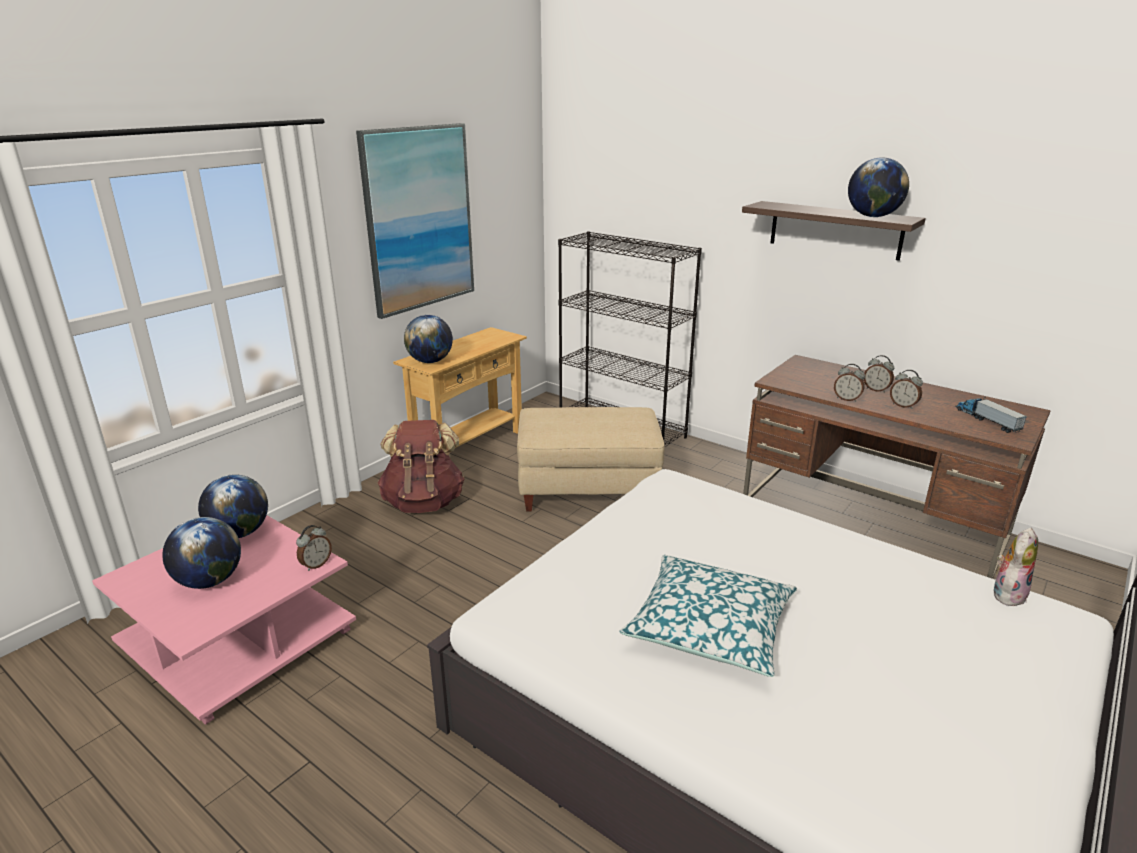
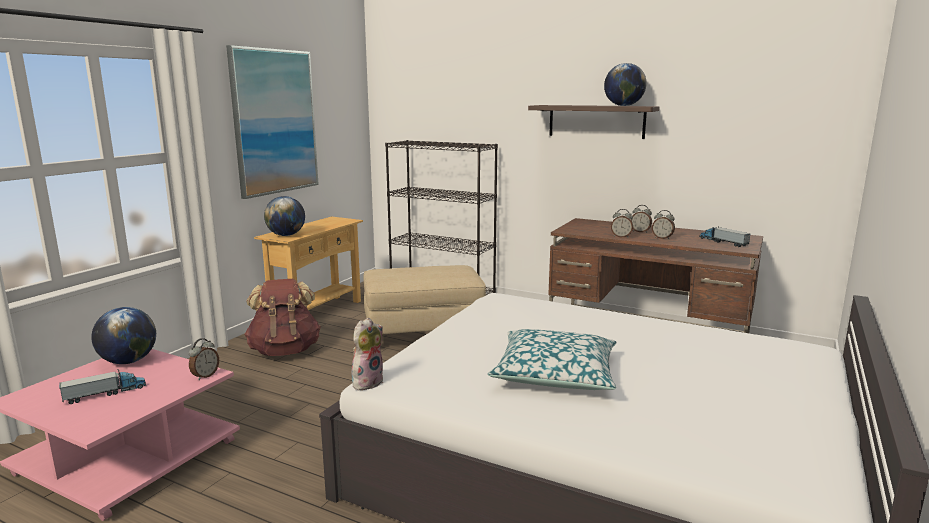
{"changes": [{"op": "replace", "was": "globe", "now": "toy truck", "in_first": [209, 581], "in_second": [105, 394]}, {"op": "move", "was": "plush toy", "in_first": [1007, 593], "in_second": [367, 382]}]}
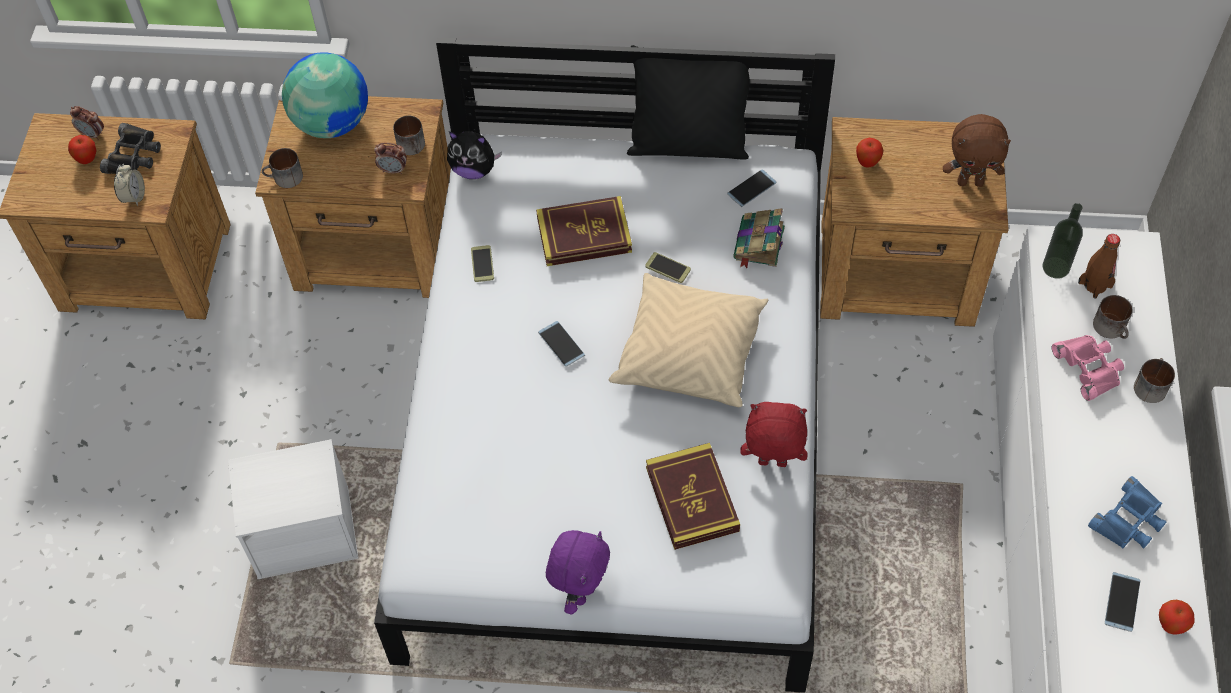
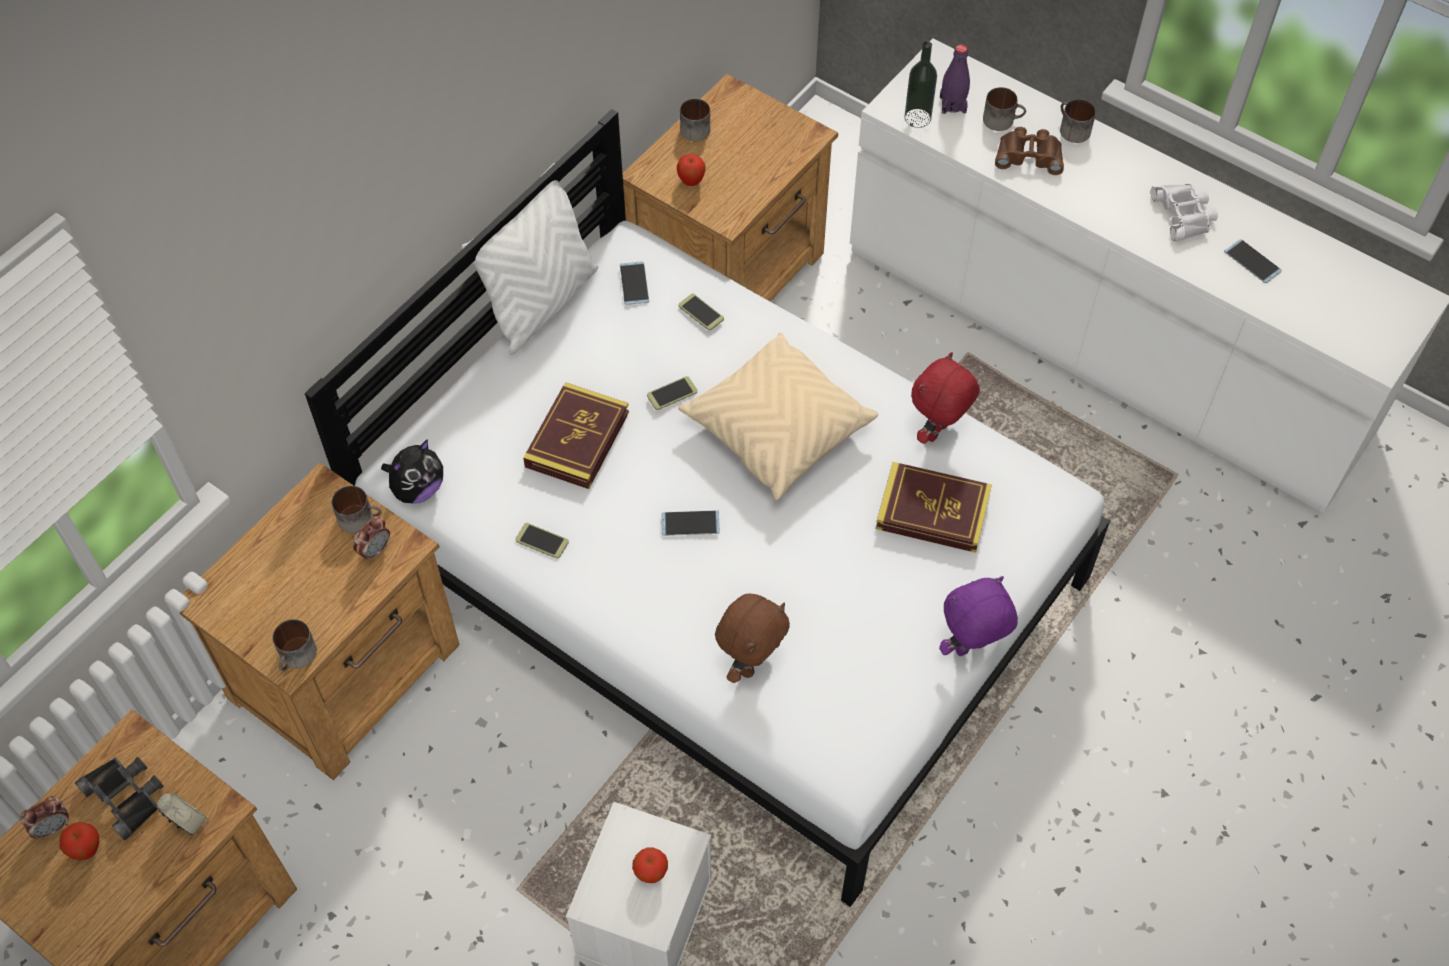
{"changes": [{"op": "recolor", "was": "pillow in black", "now": "pillow in white", "in_first": [688, 145], "in_second": [541, 303]}, {"op": "move", "was": "apple", "in_first": [1170, 625], "in_second": [651, 873]}, {"op": "replace", "was": "book", "now": "phone", "in_first": [758, 244], "in_second": [701, 312]}, {"op": "insert", "now": "mug", "in_second": [695, 127]}, {"op": "move", "was": "plush toy in brown", "in_first": [970, 182], "in_second": [751, 663]}, {"op": "rotate", "was": "plush toy in purple", "in_first": [580, 591], "in_second": [970, 649], "clockwise": -75}, {"op": "recolor", "was": "bottle in brown", "now": "bottle in purple", "in_first": [1095, 284], "in_second": [952, 104]}, {"op": "recolor", "was": "binoculars in pink", "now": "binoculars in brown", "in_first": [1089, 368], "in_second": [1029, 155]}, {"op": "recolor", "was": "binoculars in blue", "now": "binoculars in white", "in_first": [1129, 520], "in_second": [1184, 214]}, {"op": "delete", "was": "globe", "in_first": [332, 122]}]}
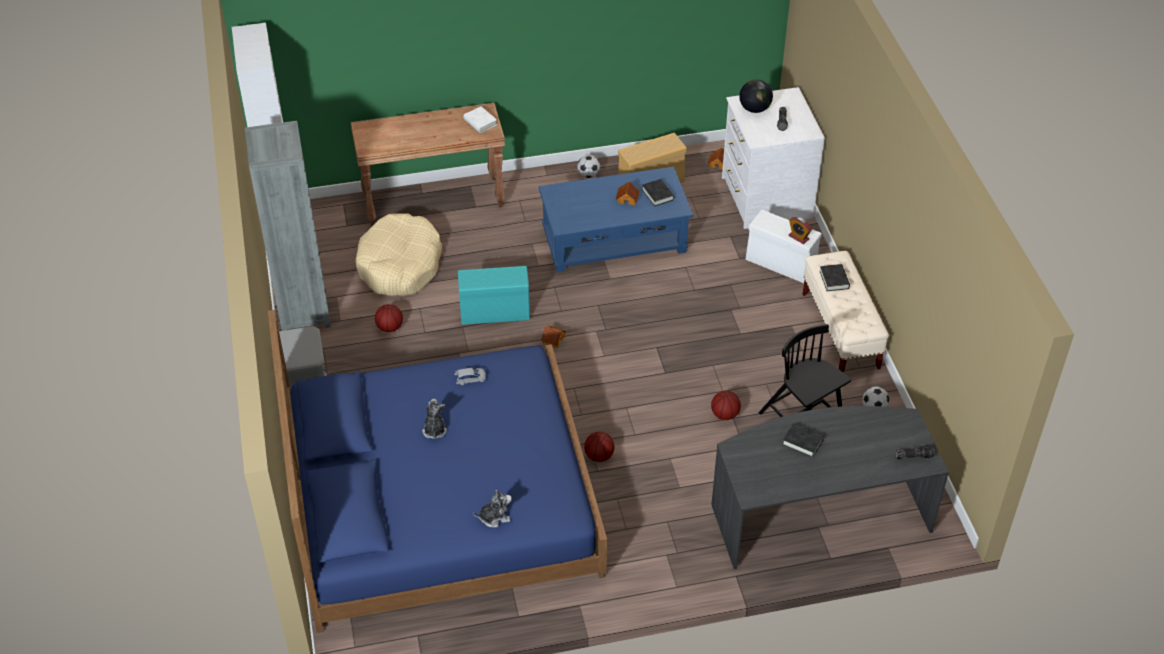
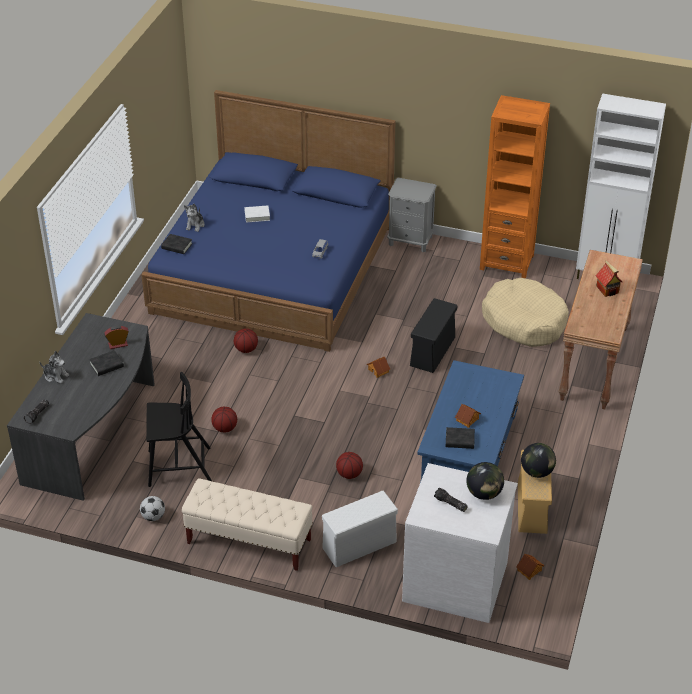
{"changes": [{"op": "move", "was": "plush toy", "in_first": [434, 430], "in_second": [55, 376]}, {"op": "move", "was": "alarm clock", "in_first": [798, 237], "in_second": [118, 344]}, {"op": "move", "was": "book in black", "in_first": [834, 280], "in_second": [177, 246]}, {"op": "move", "was": "book in white", "in_first": [480, 122], "in_second": [257, 216]}, {"op": "move", "was": "basketball", "in_first": [389, 327], "in_second": [349, 474]}, {"op": "recolor", "was": "storage box in turquoise", "now": "storage box in black", "in_first": [496, 312], "in_second": [432, 352]}, {"op": "recolor", "was": "bookcase in grey", "now": "bookcase in orange", "in_first": [303, 311], "in_second": [506, 262]}, {"op": "insert", "now": "globe", "in_second": [537, 472]}, {"op": "insert", "now": "toy house", "in_second": [608, 290]}, {"op": "delete", "was": "football", "in_first": [588, 175]}]}
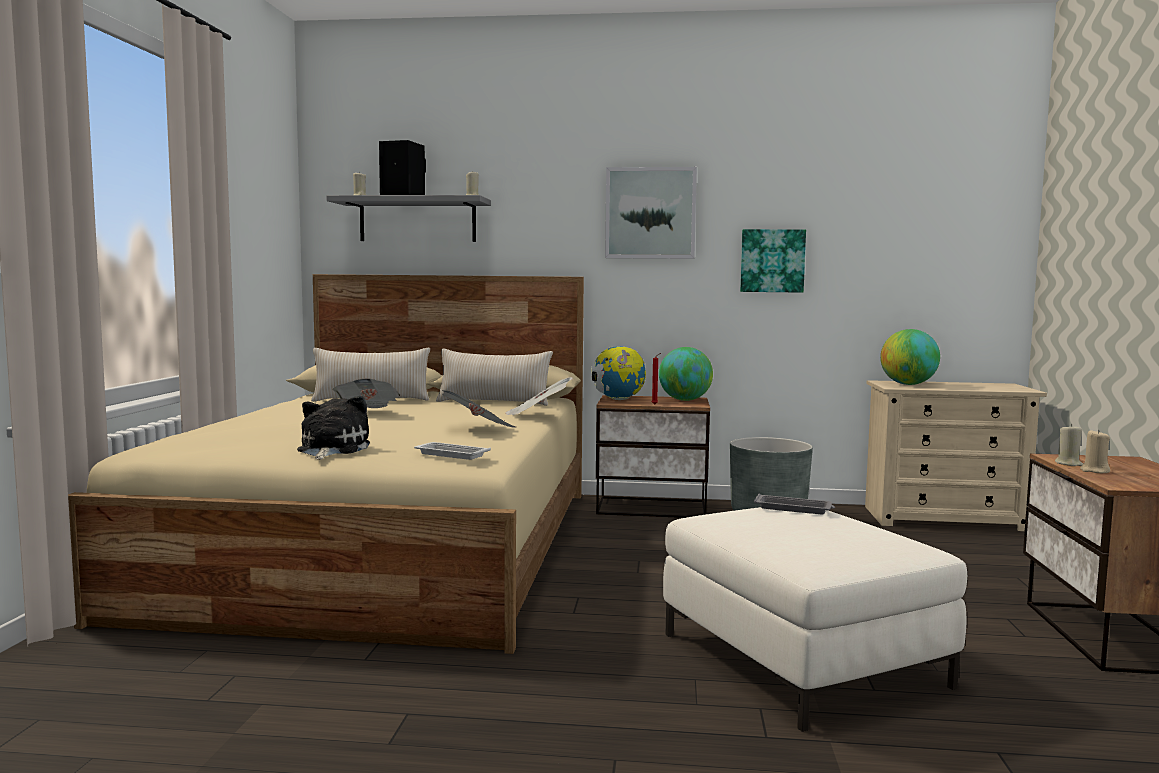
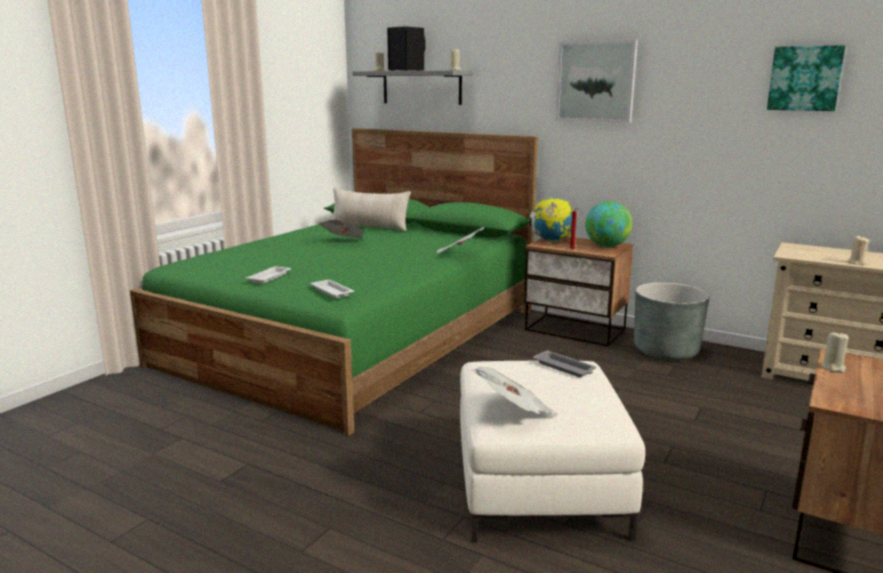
{"changes": [{"op": "recolor", "was": "bed in beige", "now": "bed in green", "in_first": [391, 546], "in_second": [357, 336]}, {"op": "replace", "was": "plush toy", "now": "tray in white", "in_first": [331, 449], "in_second": [270, 277]}, {"op": "move", "was": "newspaper", "in_first": [479, 429], "in_second": [514, 411]}, {"op": "move", "was": "picture", "in_first": [772, 261], "in_second": [805, 78]}, {"op": "move", "was": "candle in beige", "in_first": [1094, 471], "in_second": [856, 263]}, {"op": "delete", "was": "pillow in beige", "in_first": [493, 402]}, {"op": "delete", "was": "globe", "in_first": [908, 384]}]}
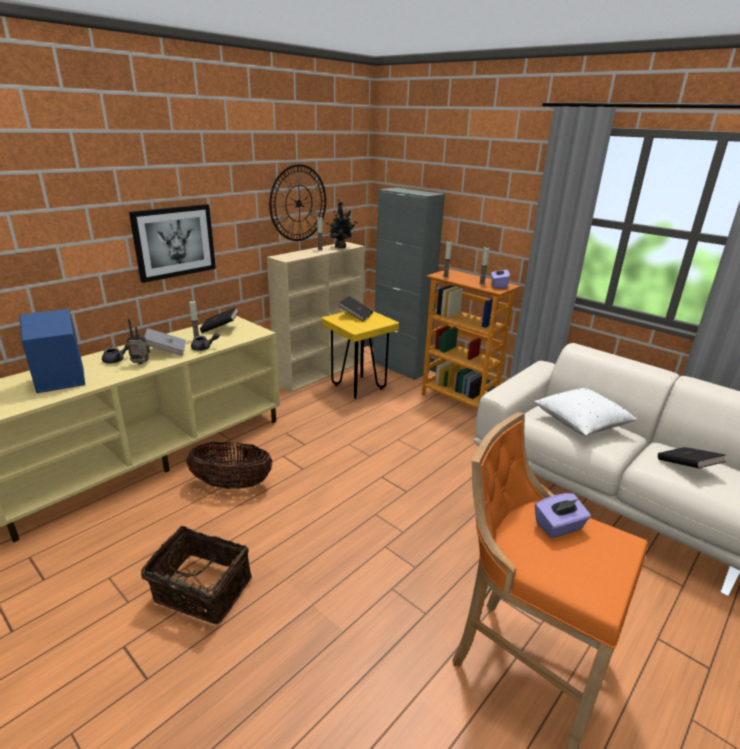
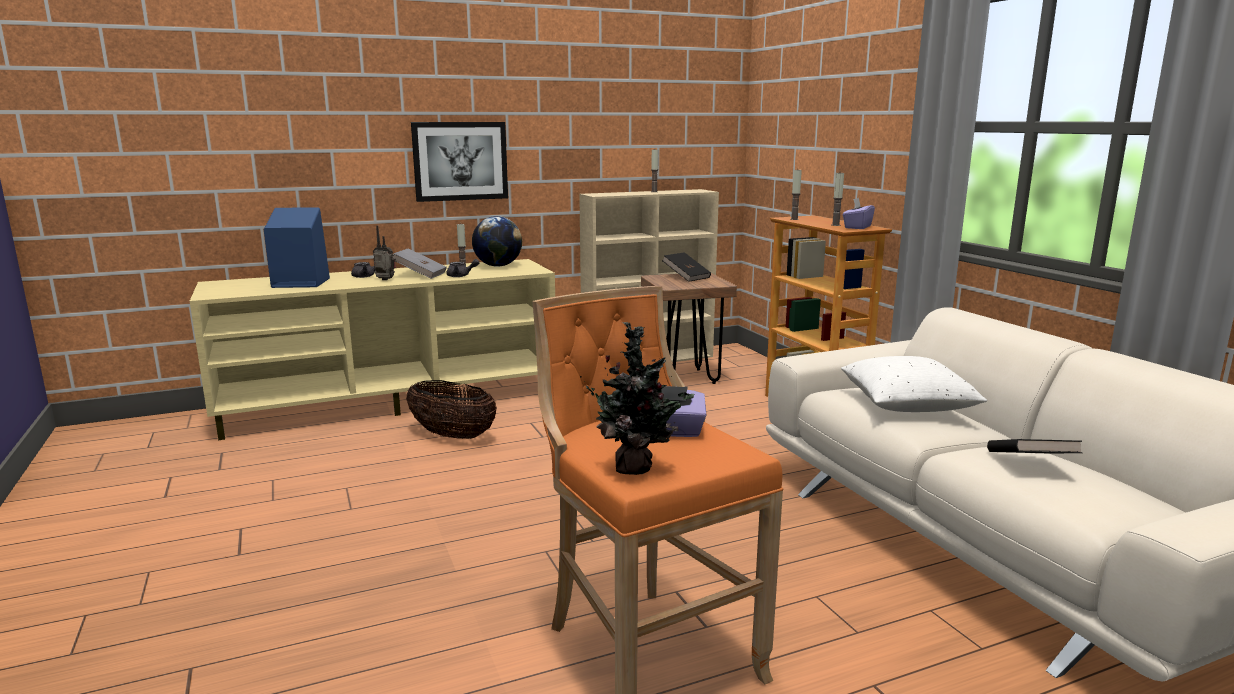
{"changes": [{"op": "replace", "was": "book in black", "now": "globe", "in_first": [220, 328], "in_second": [498, 266]}, {"op": "move", "was": "potted plant", "in_first": [341, 247], "in_second": [636, 468]}, {"op": "recolor", "was": "stool in yellow", "now": "stool in brown", "in_first": [358, 387], "in_second": [685, 378]}, {"op": "delete", "was": "basket", "in_first": [201, 592]}, {"op": "delete", "was": "wall clock", "in_first": [298, 203]}, {"op": "delete", "was": "cabinet in grey", "in_first": [400, 367]}]}
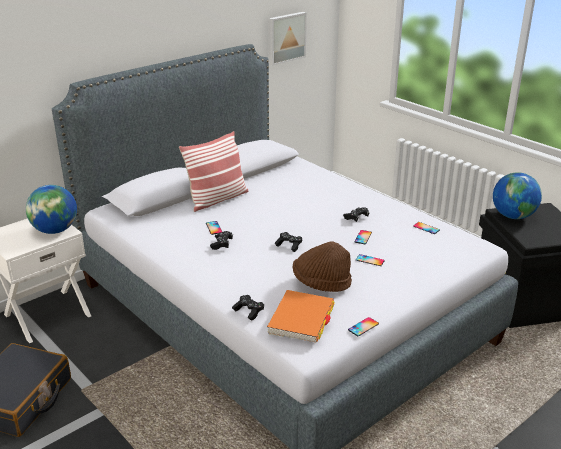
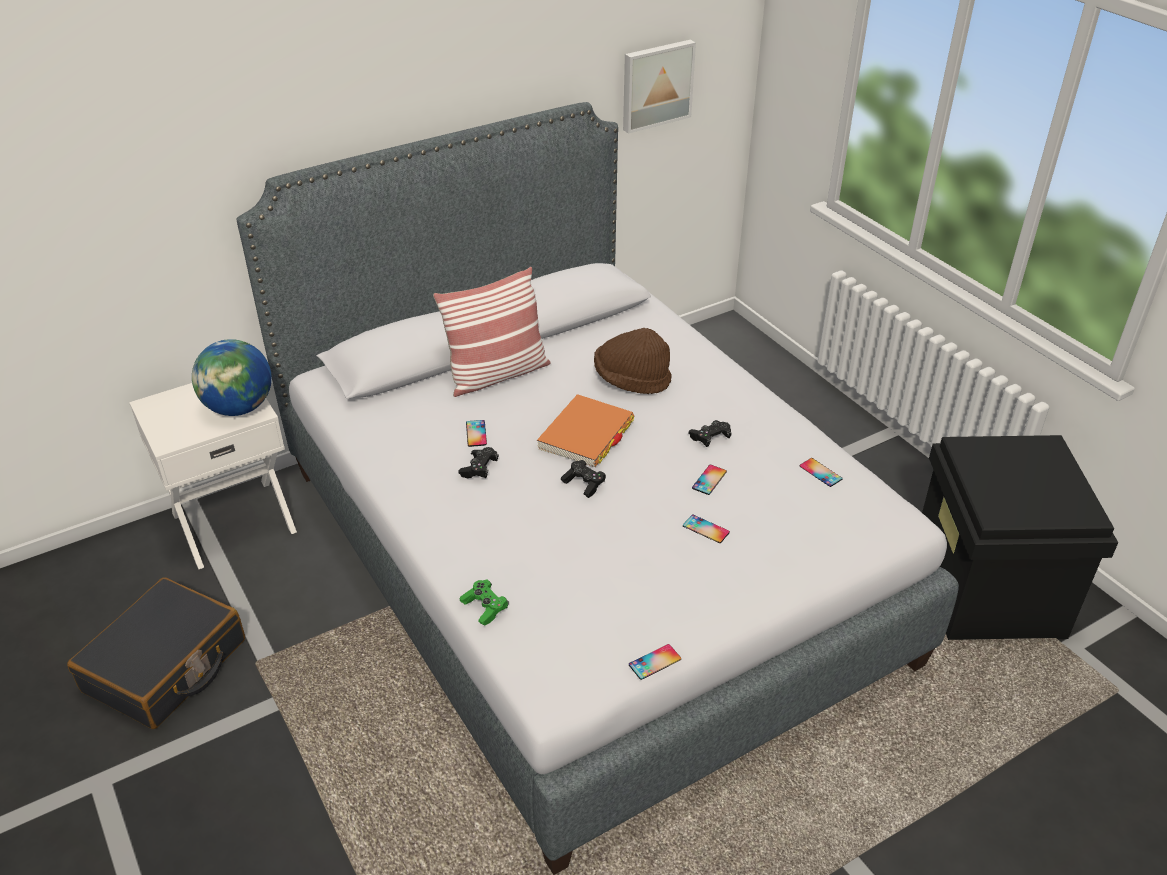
{"changes": [{"op": "recolor", "was": "game controller in black", "now": "game controller in green", "in_first": [248, 311], "in_second": [485, 607]}, {"op": "move", "was": "book in orange", "in_first": [301, 319], "in_second": [586, 435]}, {"op": "move", "was": "hat in brown", "in_first": [321, 283], "in_second": [631, 380]}, {"op": "delete", "was": "globe", "in_first": [513, 216]}]}
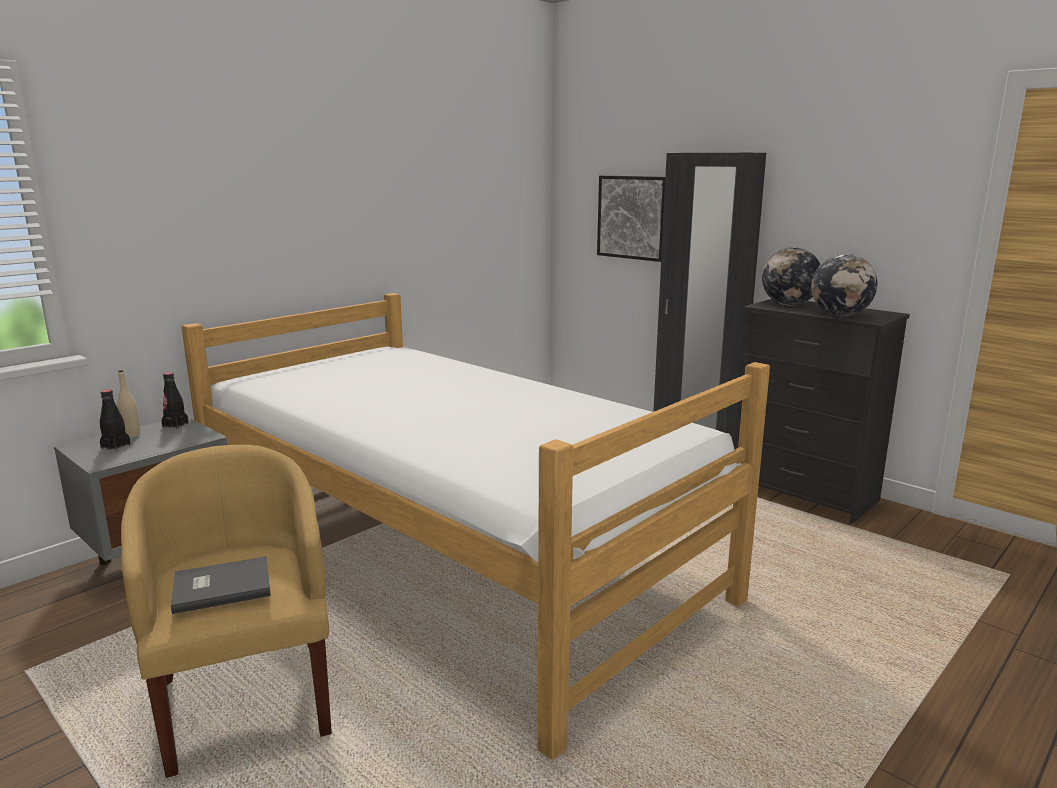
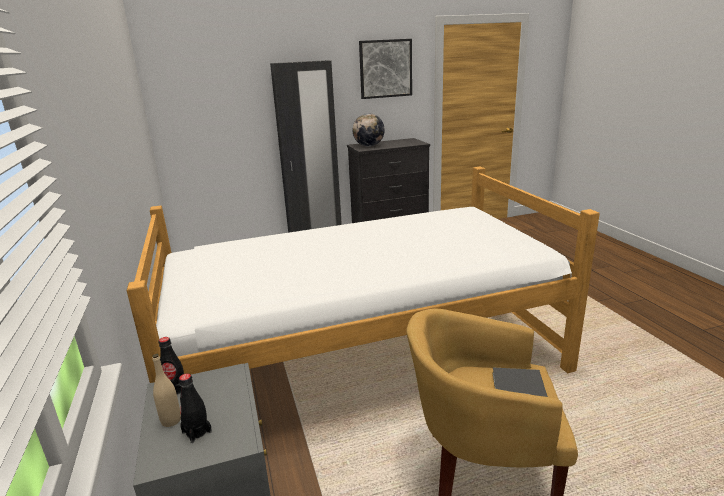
{"changes": [{"op": "move", "was": "picture", "in_first": [633, 217], "in_second": [385, 68]}, {"op": "delete", "was": "globe", "in_first": [840, 315]}]}
